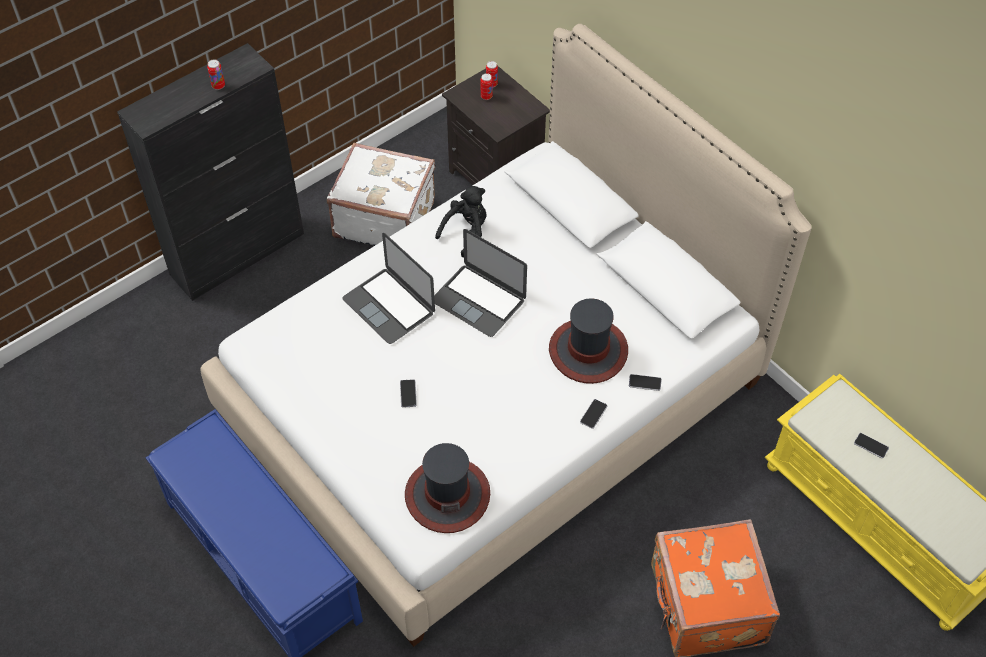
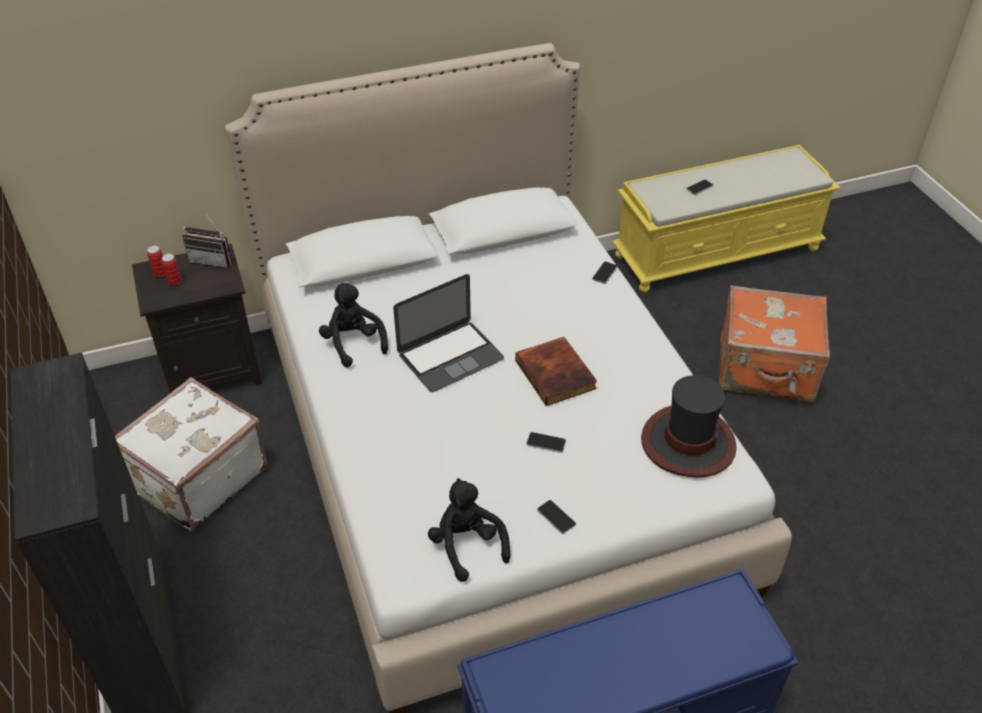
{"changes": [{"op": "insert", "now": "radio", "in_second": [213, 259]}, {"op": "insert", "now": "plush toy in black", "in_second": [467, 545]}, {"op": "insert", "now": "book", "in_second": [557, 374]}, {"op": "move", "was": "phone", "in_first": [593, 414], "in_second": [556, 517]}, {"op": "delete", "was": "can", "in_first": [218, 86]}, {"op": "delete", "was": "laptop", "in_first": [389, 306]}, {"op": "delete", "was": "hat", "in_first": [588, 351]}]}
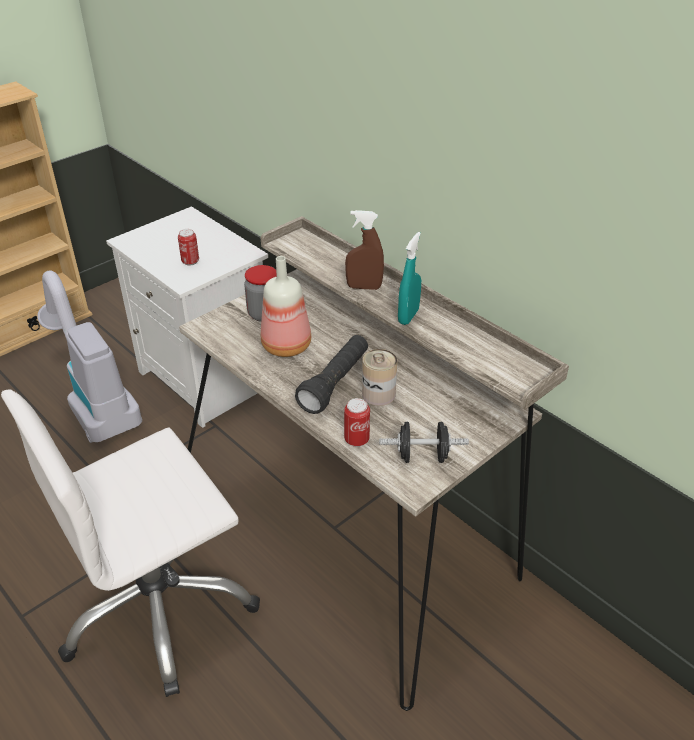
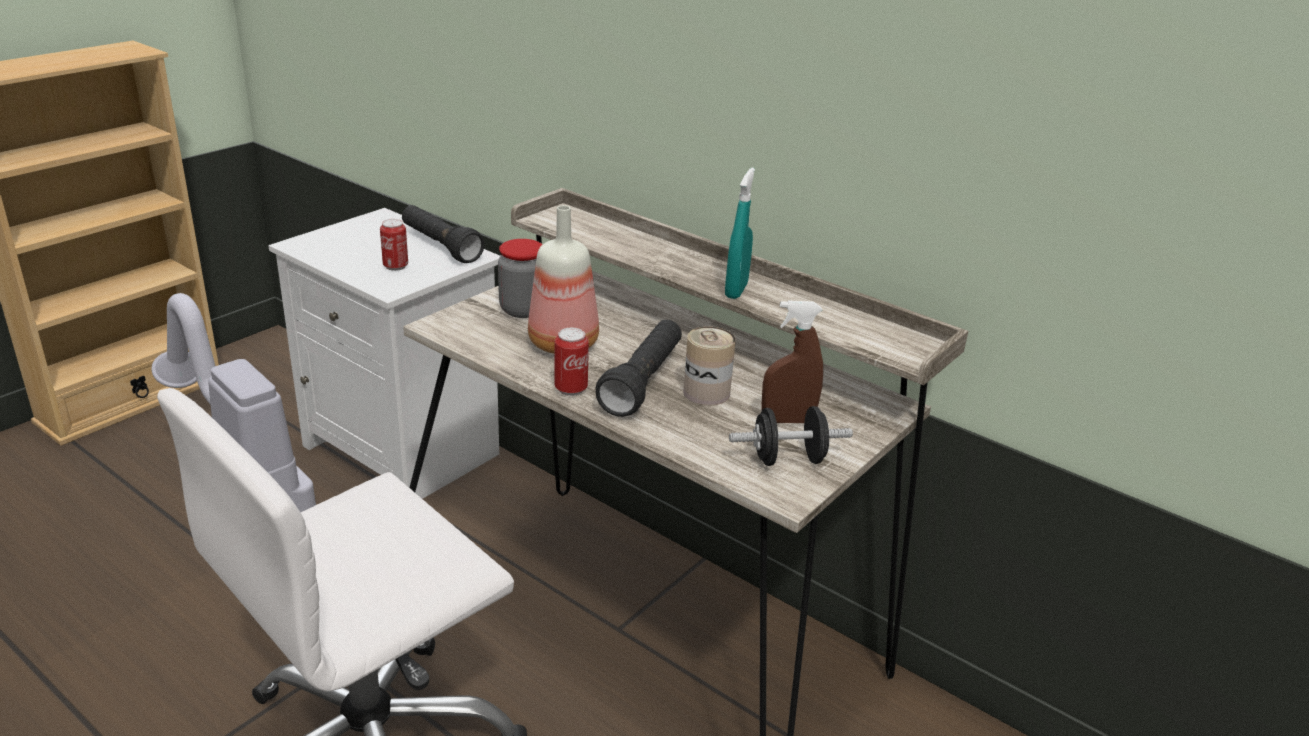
{"changes": [{"op": "insert", "now": "flashlight in black", "in_second": [440, 246]}, {"op": "move", "was": "can", "in_first": [356, 440], "in_second": [571, 389]}, {"op": "move", "was": "spray bottle in brown", "in_first": [364, 287], "in_second": [787, 420]}]}
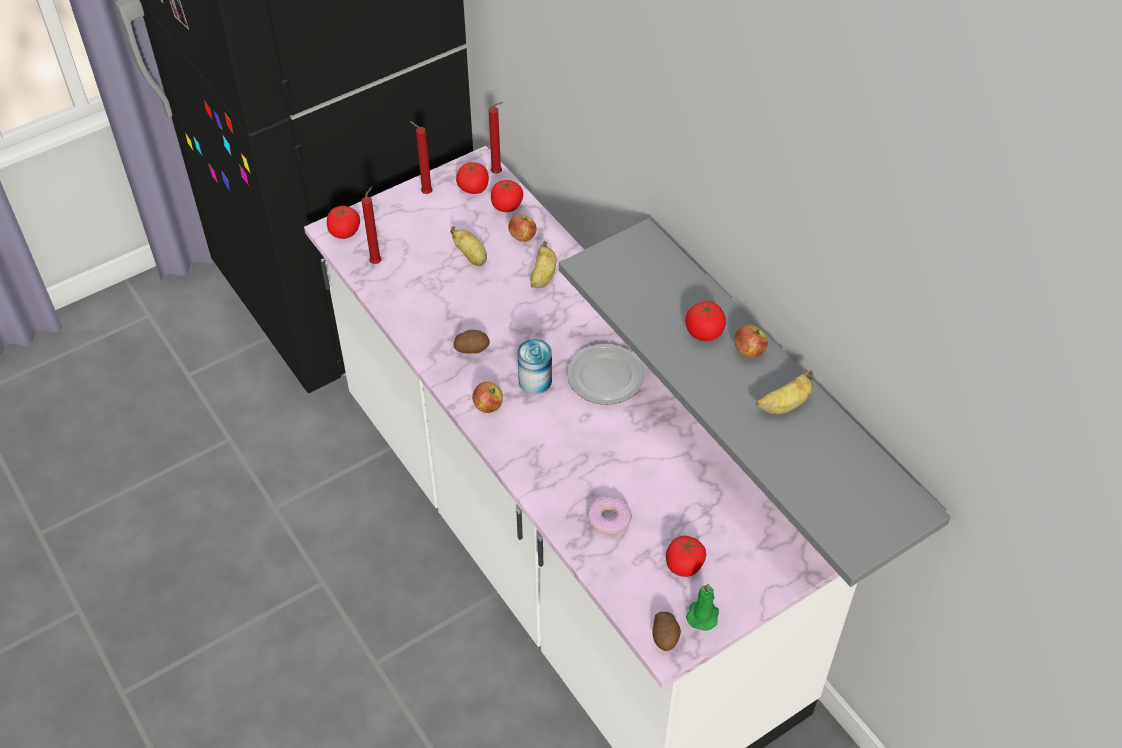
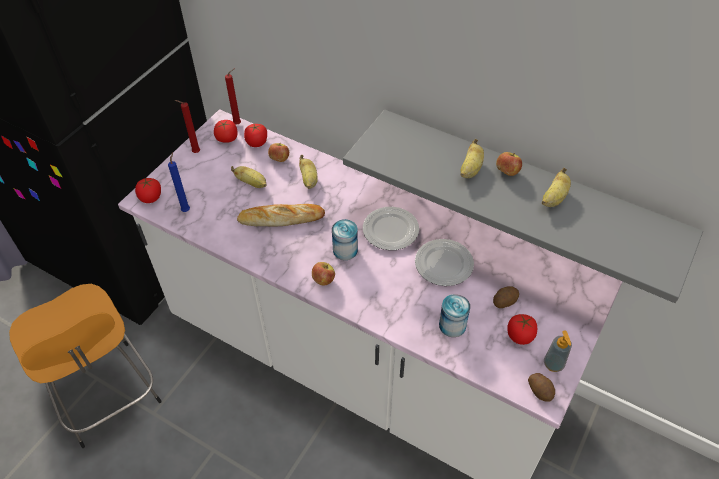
{"changes": [{"op": "insert", "now": "stool in orange", "in_second": [107, 396]}, {"op": "recolor", "was": "candle in red", "now": "candle in blue", "in_first": [377, 262], "in_second": [186, 209]}, {"op": "insert", "now": "bread", "in_second": [281, 218]}, {"op": "insert", "now": "plate", "in_second": [443, 264]}, {"op": "replace", "was": "donut", "now": "can", "in_first": [608, 519], "in_second": [452, 325]}, {"op": "replace", "was": "tomato", "now": "banana", "in_first": [704, 332], "in_second": [470, 169]}, {"op": "move", "was": "potato", "in_first": [471, 348], "in_second": [504, 301]}, {"op": "replace", "was": "candle in green", "now": "soap dispenser", "in_first": [703, 614], "in_second": [553, 364]}]}
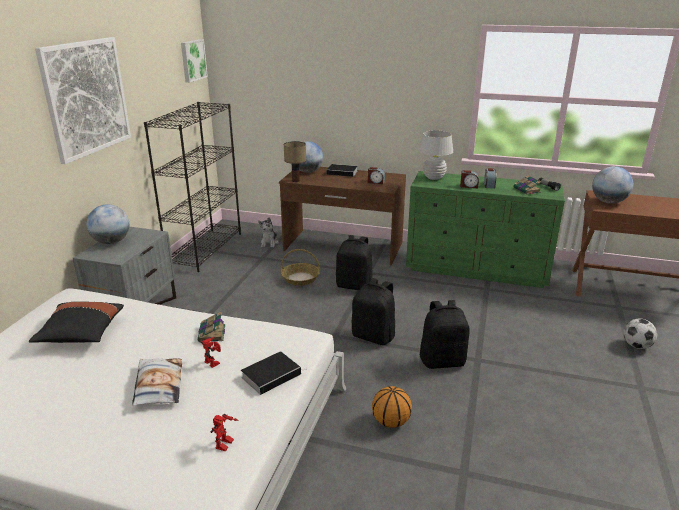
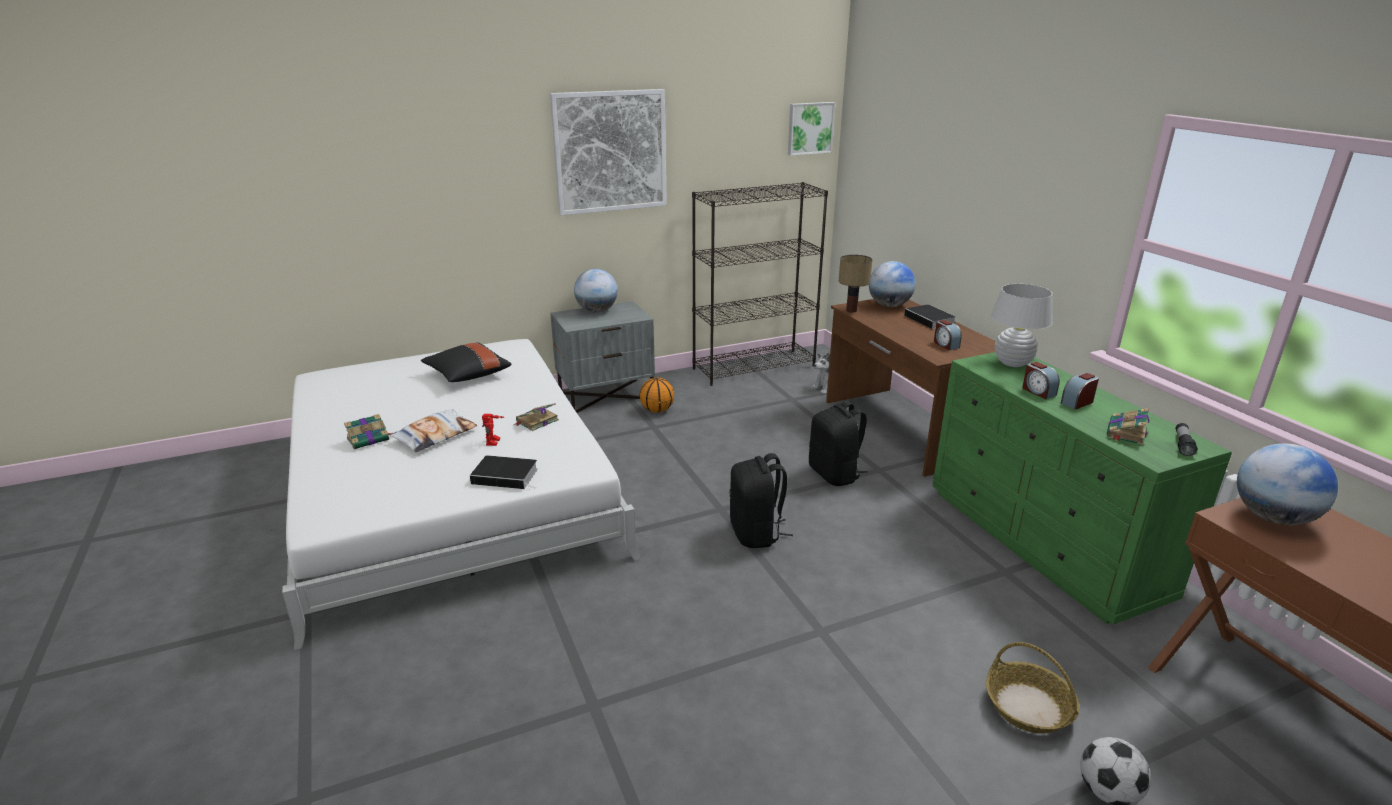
{"changes": [{"op": "insert", "now": "book", "in_second": [369, 439]}, {"op": "move", "was": "basketball", "in_first": [390, 421], "in_second": [657, 410]}, {"op": "move", "was": "basket", "in_first": [300, 278], "in_second": [1027, 706]}, {"op": "delete", "was": "toy robot", "in_first": [226, 445]}, {"op": "delete", "was": "backpack in black", "in_first": [442, 361]}]}
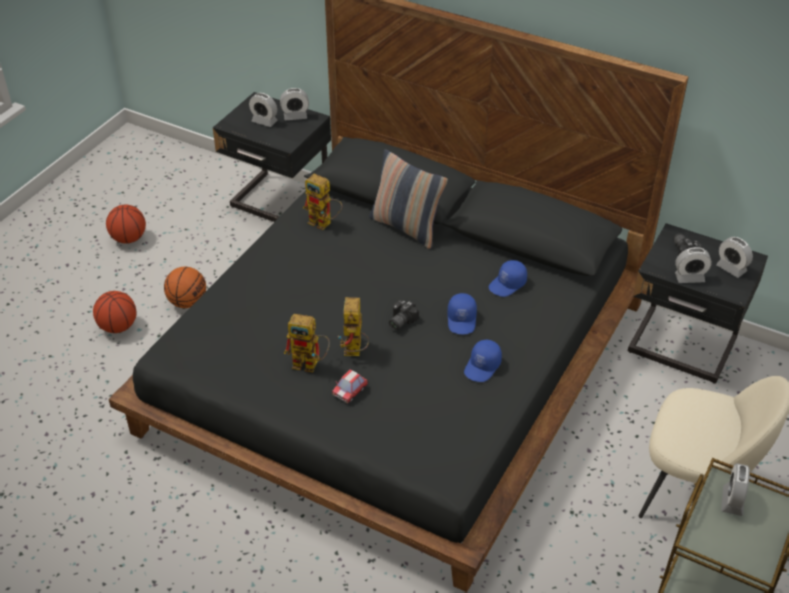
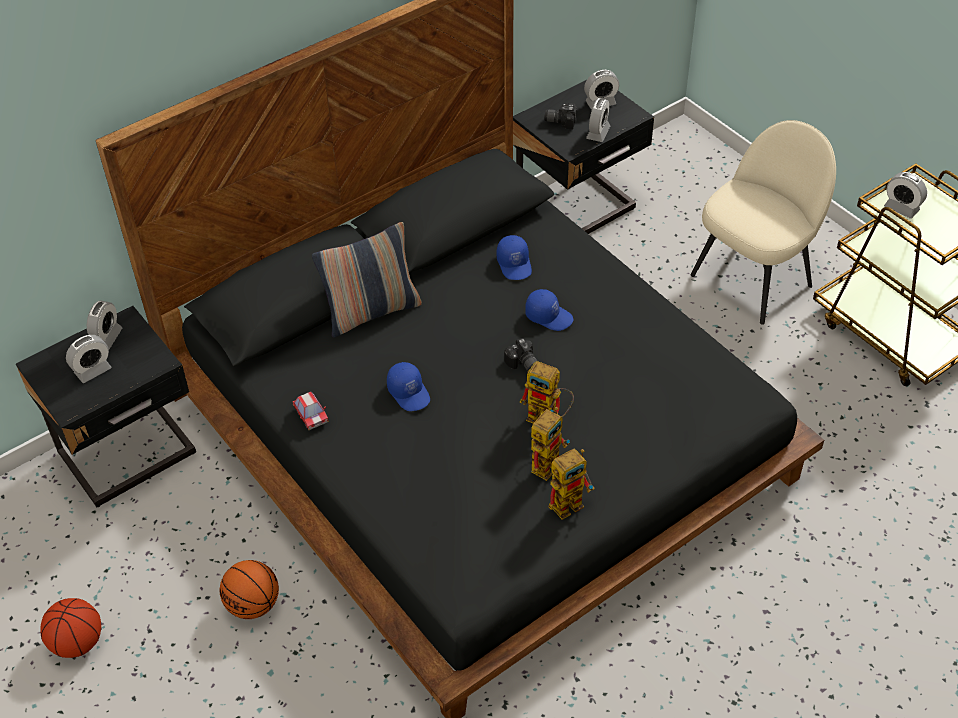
{"changes": [{"op": "move", "was": "toy car", "in_first": [350, 391], "in_second": [311, 416]}, {"op": "move", "was": "cap in blue", "in_first": [483, 367], "in_second": [409, 392]}, {"op": "move", "was": "toy robot", "in_first": [324, 223], "in_second": [571, 501]}, {"op": "delete", "was": "basketball", "in_first": [118, 327]}]}
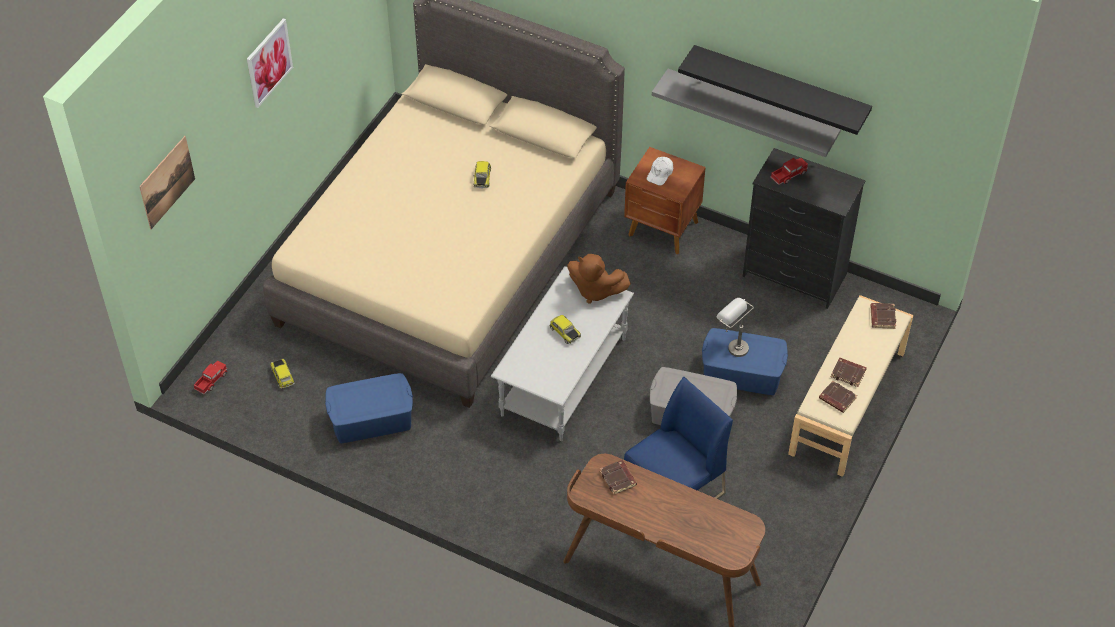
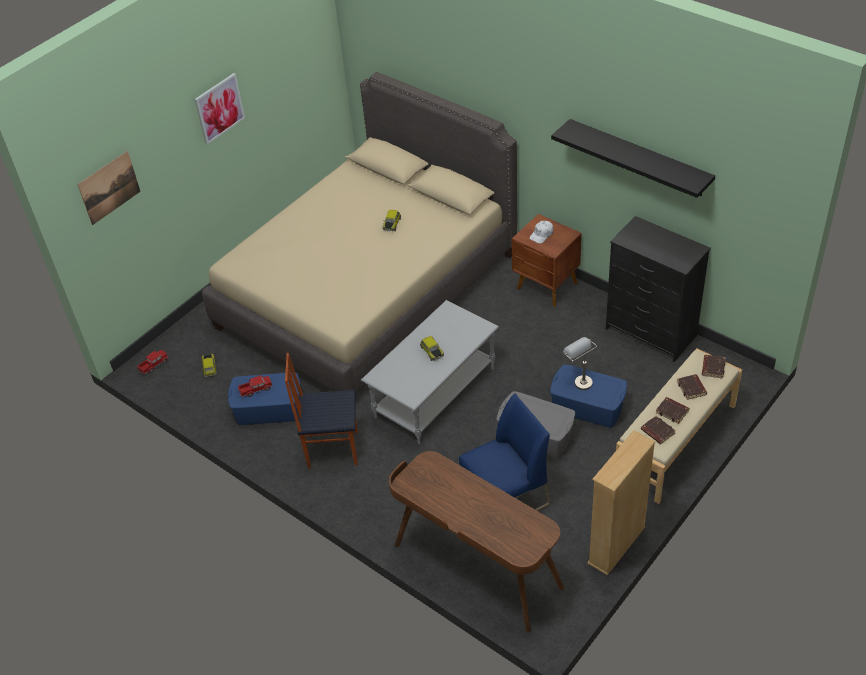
{"changes": [{"op": "move", "was": "toy truck", "in_first": [789, 175], "in_second": [256, 389]}, {"op": "insert", "now": "chair", "in_second": [332, 449]}, {"op": "insert", "now": "bookcase in beige", "in_second": [616, 545]}, {"op": "move", "was": "book in brown", "in_first": [618, 479], "in_second": [692, 388]}, {"op": "delete", "was": "plush toy in brown", "in_first": [595, 290]}, {"op": "delete", "was": "shelf in grey", "in_first": [751, 110]}]}
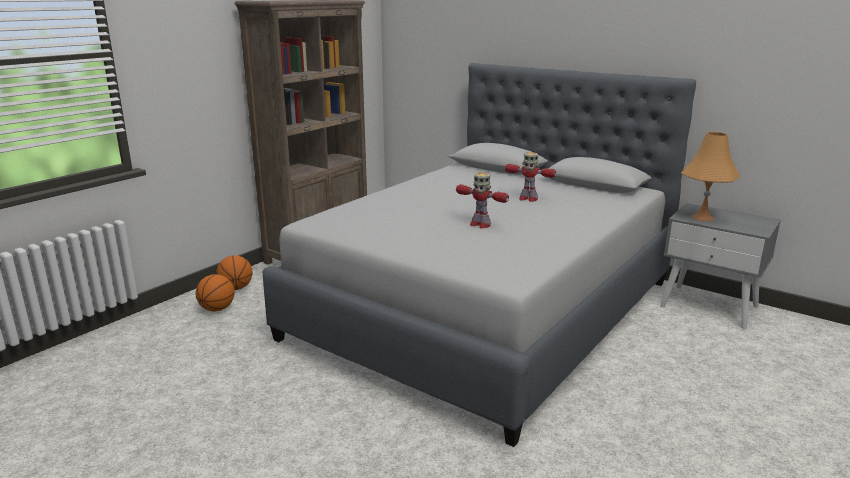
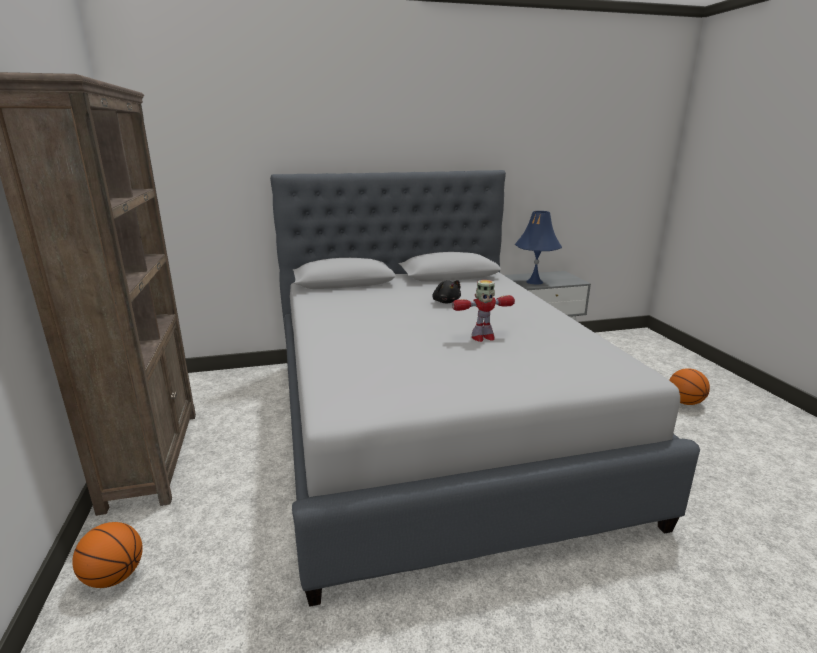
{"changes": [{"op": "replace", "was": "toy robot", "now": "plush toy in black", "in_first": [527, 199], "in_second": [446, 302]}, {"op": "recolor", "was": "table lamp in orange", "now": "table lamp in blue", "in_first": [703, 217], "in_second": [534, 282]}, {"op": "move", "was": "basketball", "in_first": [217, 309], "in_second": [685, 402]}]}
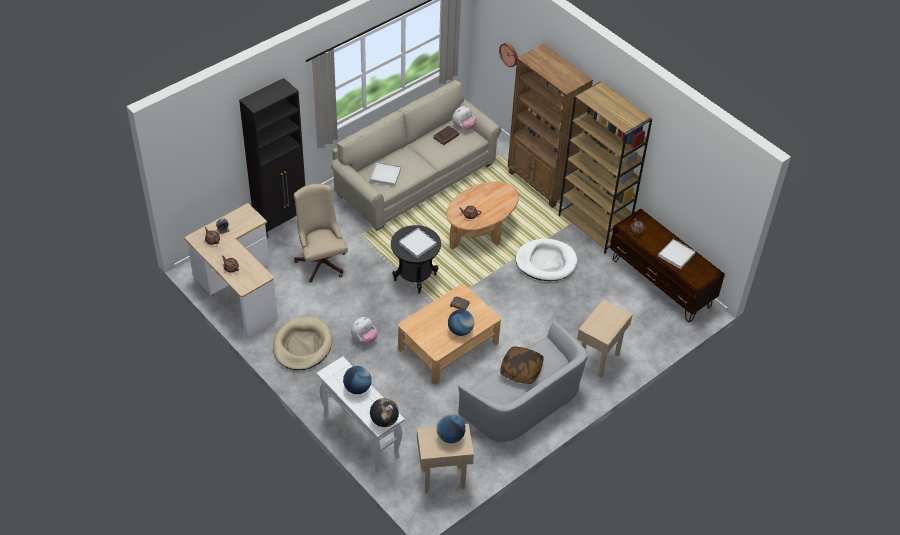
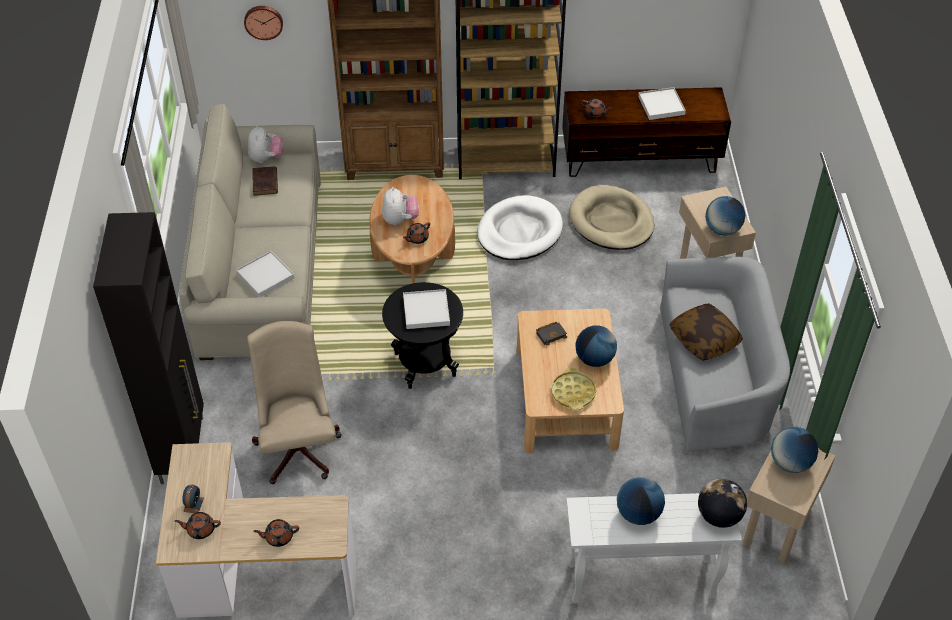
{"changes": [{"op": "rotate", "was": "office chair in beige", "in_first": [321, 261], "in_second": [298, 445], "clockwise": 60}, {"op": "move", "was": "plush toy", "in_first": [364, 338], "in_second": [400, 220]}, {"op": "insert", "now": "tray in yellow", "in_second": [573, 392]}, {"op": "move", "was": "dog bed in beige", "in_first": [302, 346], "in_second": [611, 221]}, {"op": "insert", "now": "globe", "in_second": [722, 229]}]}
